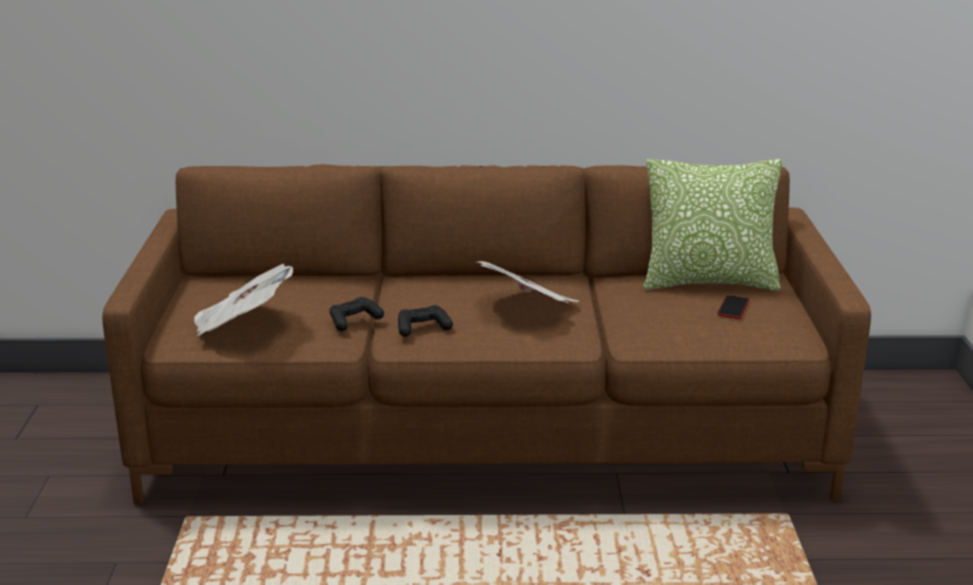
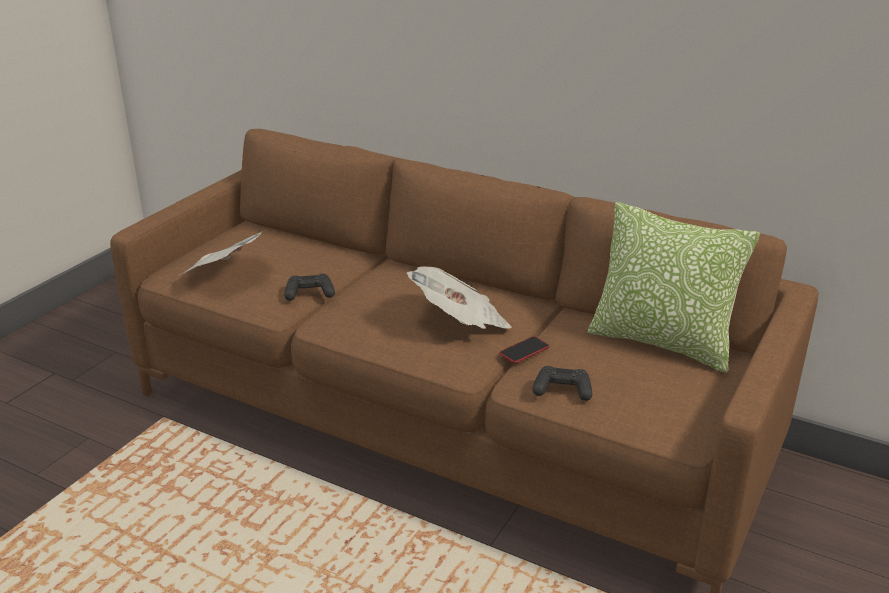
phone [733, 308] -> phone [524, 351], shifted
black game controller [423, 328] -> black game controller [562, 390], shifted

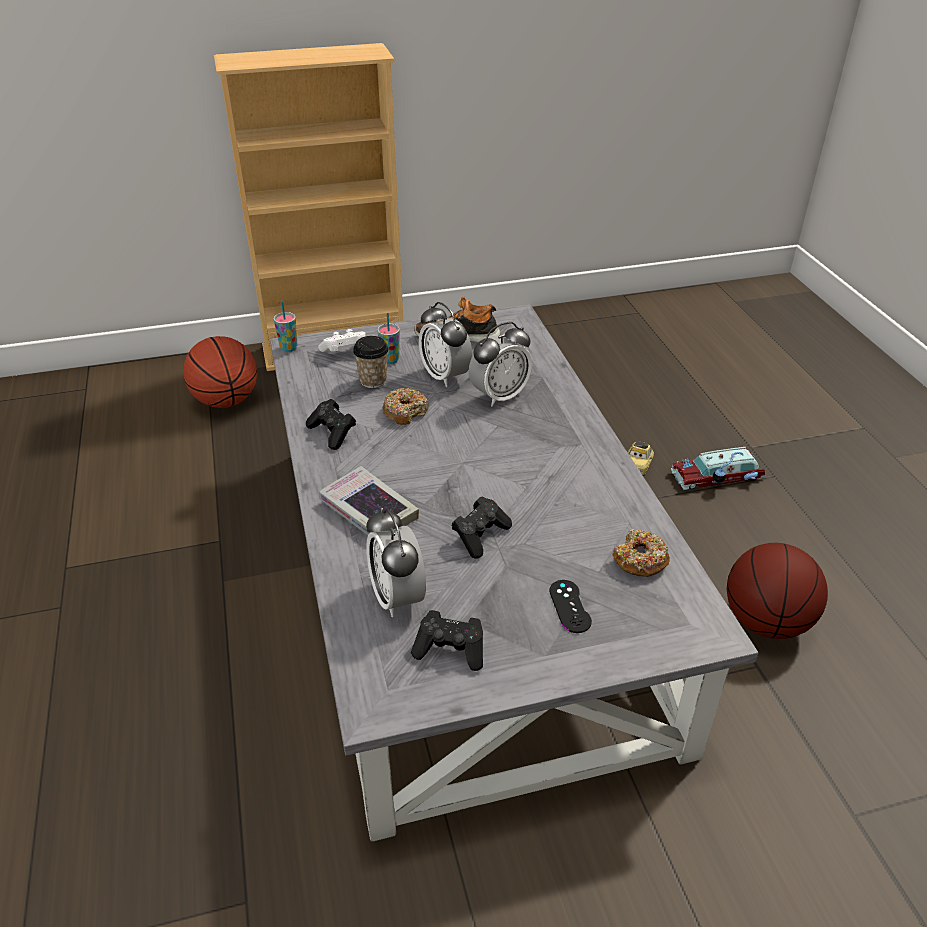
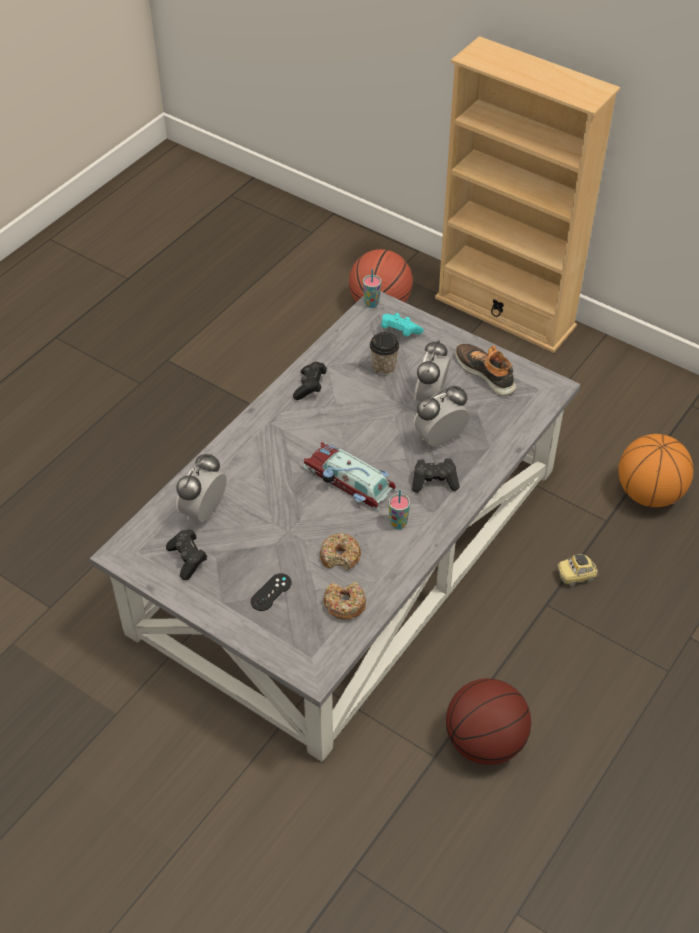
toy car [718, 477] -> toy car [348, 482], shifted
donut [405, 412] -> donut [340, 556], shifted
white game controller [345, 352] -> turquoise game controller [399, 332]
cup [390, 360] -> cup [398, 523], shifted
black game controller [480, 536] -> black game controller [434, 482], shifted
alarm clock [499, 396] -> alarm clock [440, 439], 135 degrees clockwise
none -> basketball [649, 493]
book [368, 510] -> none

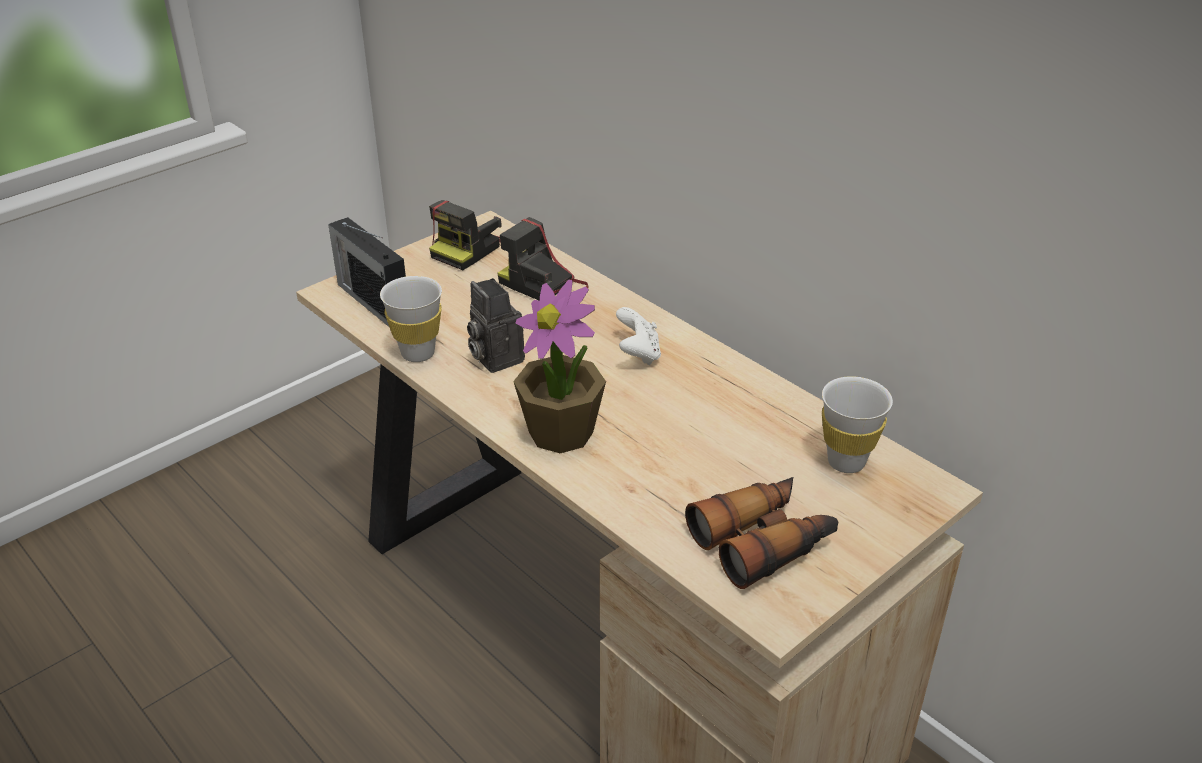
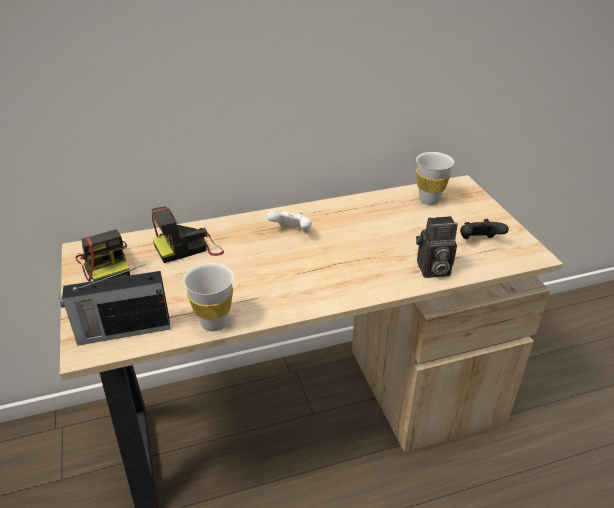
photo camera [494, 357] -> photo camera [432, 270], shifted
binoculars [763, 541] -> black game controller [478, 241]
potted plant [561, 432] -> none

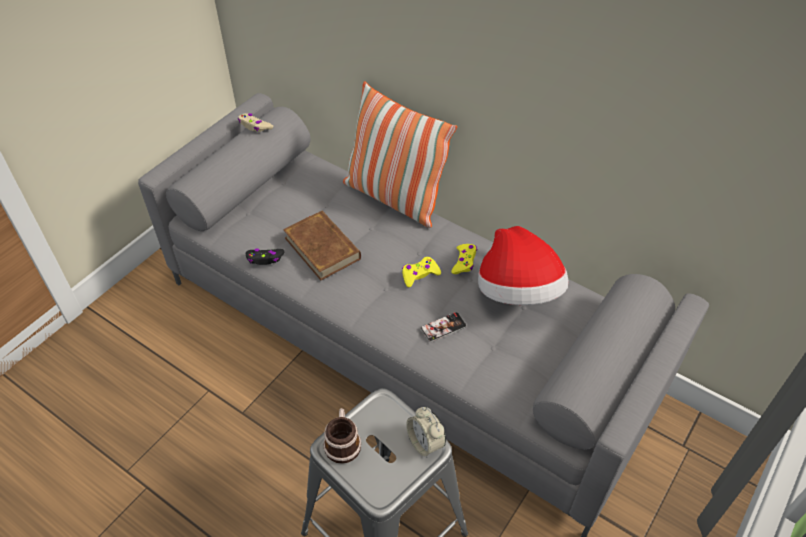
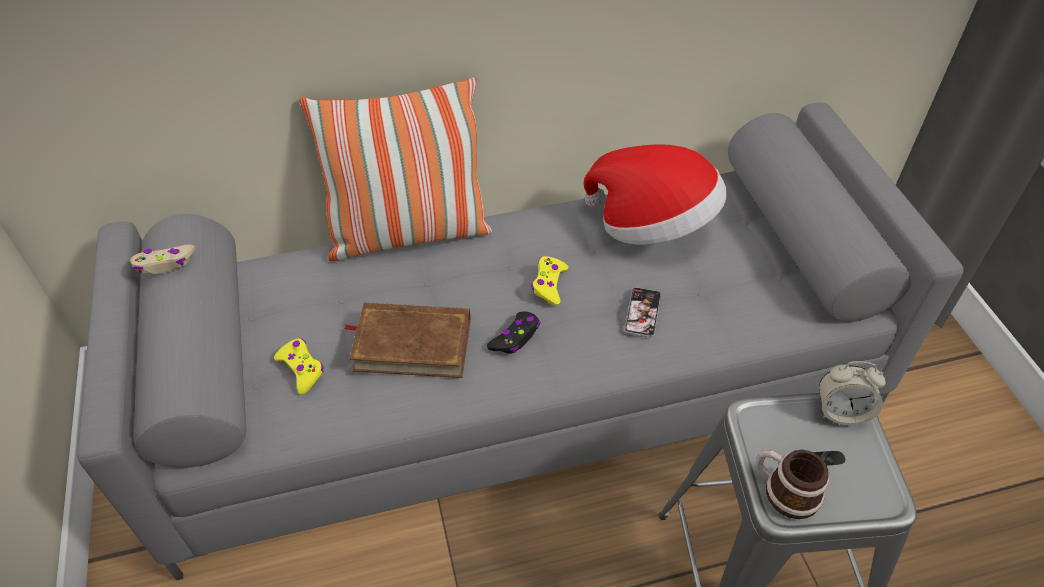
yellow game controller [464, 262] -> yellow game controller [301, 369], shifted
black game controller [265, 259] -> black game controller [515, 337], shifted

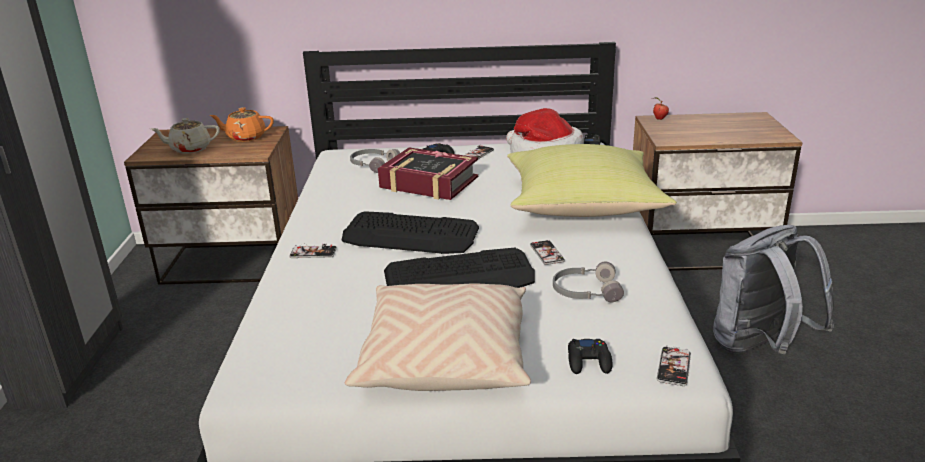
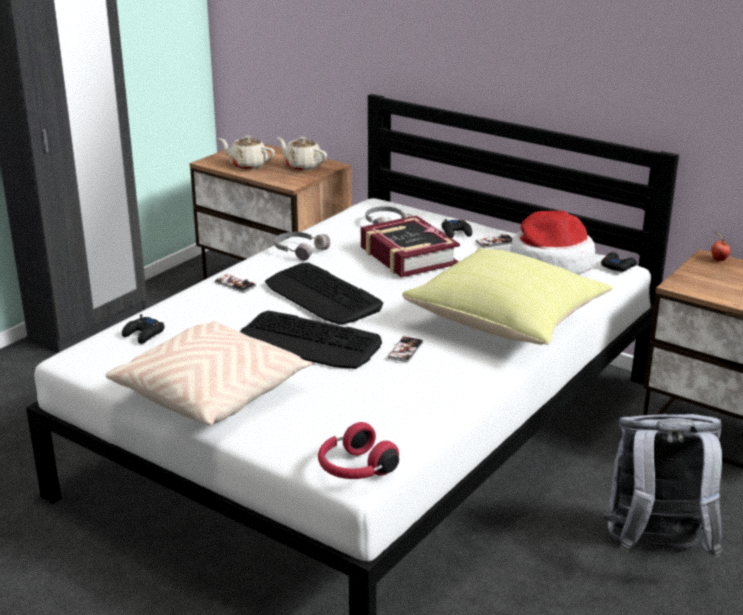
black game controller [589, 361] -> black game controller [143, 334], shifted
grey headphones [585, 291] -> grey headphones [299, 250], shifted
orange teapot [245, 137] -> beige teapot [302, 166]
phone [673, 367] -> red headphones [355, 469]

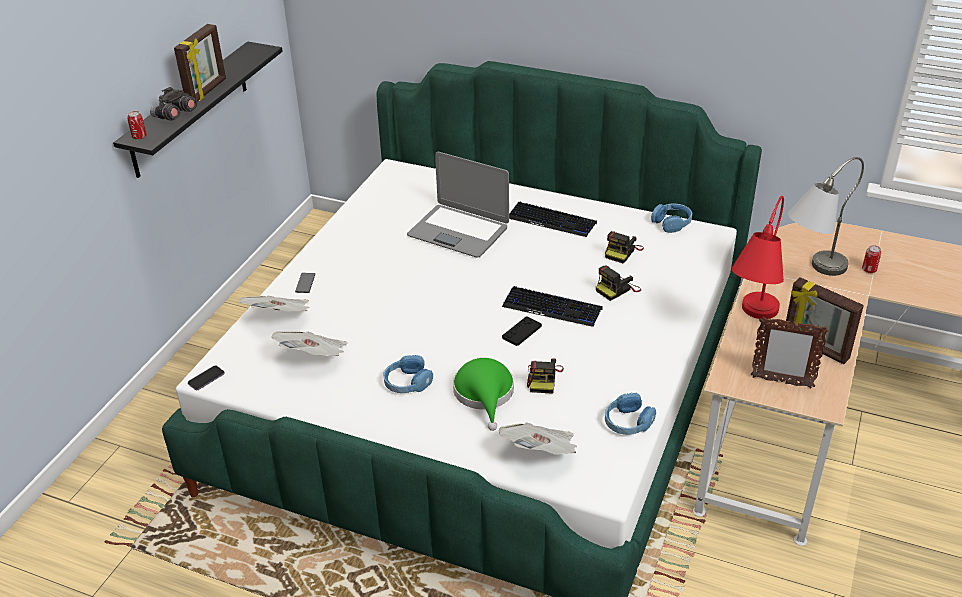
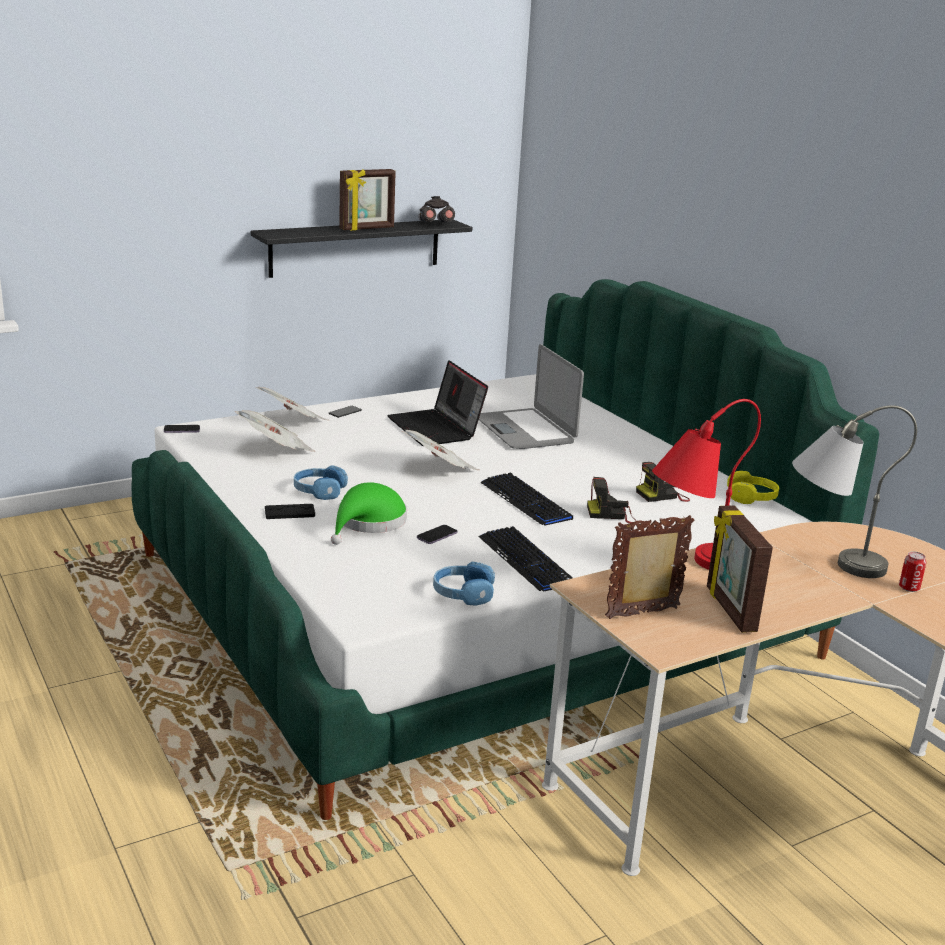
black game controller [522, 332] -> black game controller [289, 512], shifted
none -> laptop [437, 428]
newspaper [541, 453] -> newspaper [440, 470], shifted
photo camera [543, 378] -> phone [437, 536]
grey binoculars [175, 117] -> grey binoculars [435, 224], shifted
keyboard [552, 221] -> keyboard [526, 561], shifted
picture frame [781, 382] -> picture frame [643, 613], 105 degrees clockwise
blue headphones [672, 223] -> yellow headphones [752, 497]
can [139, 137] -> none

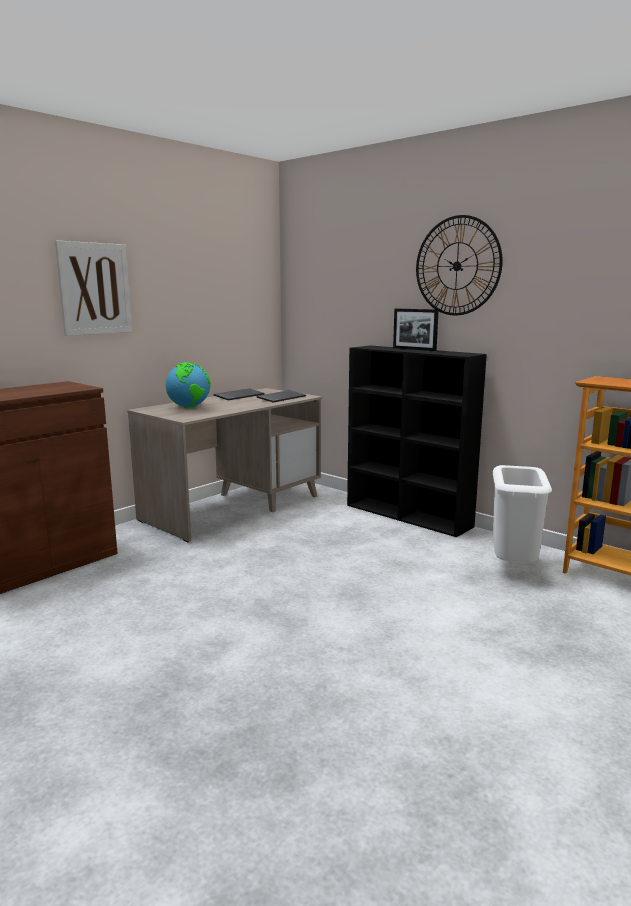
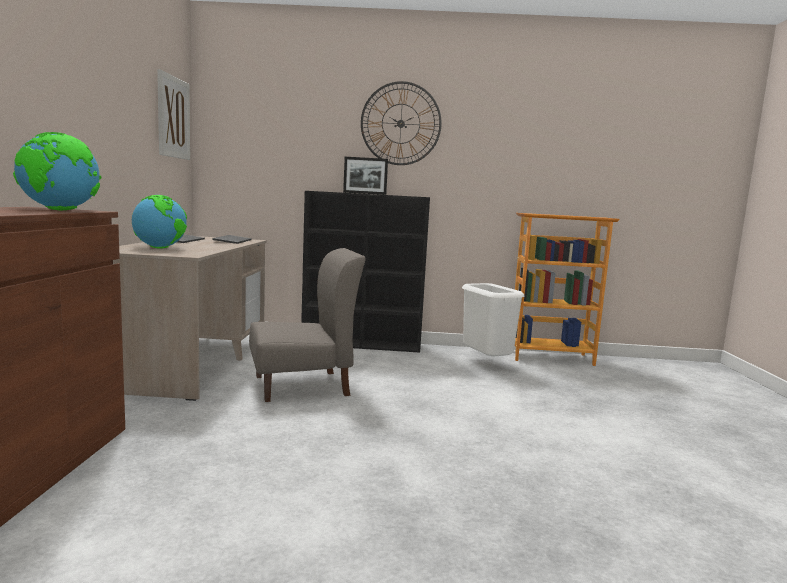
none -> globe [60, 210]
picture [94, 289] -> picture [173, 117], shifted
none -> grey chair [302, 386]

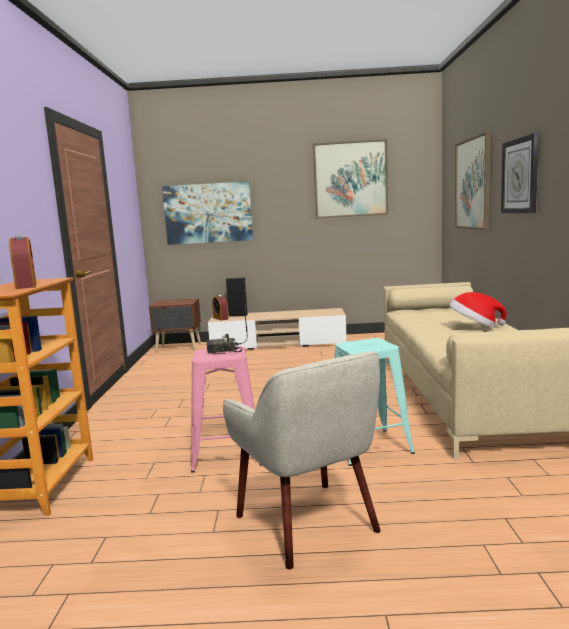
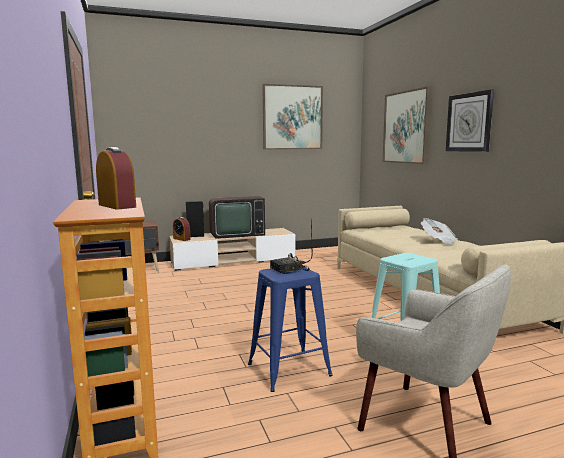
none -> television [236, 234]
pink stool [227, 455] -> blue stool [289, 370]
hat [475, 326] -> newspaper [438, 241]
picture [208, 213] -> none

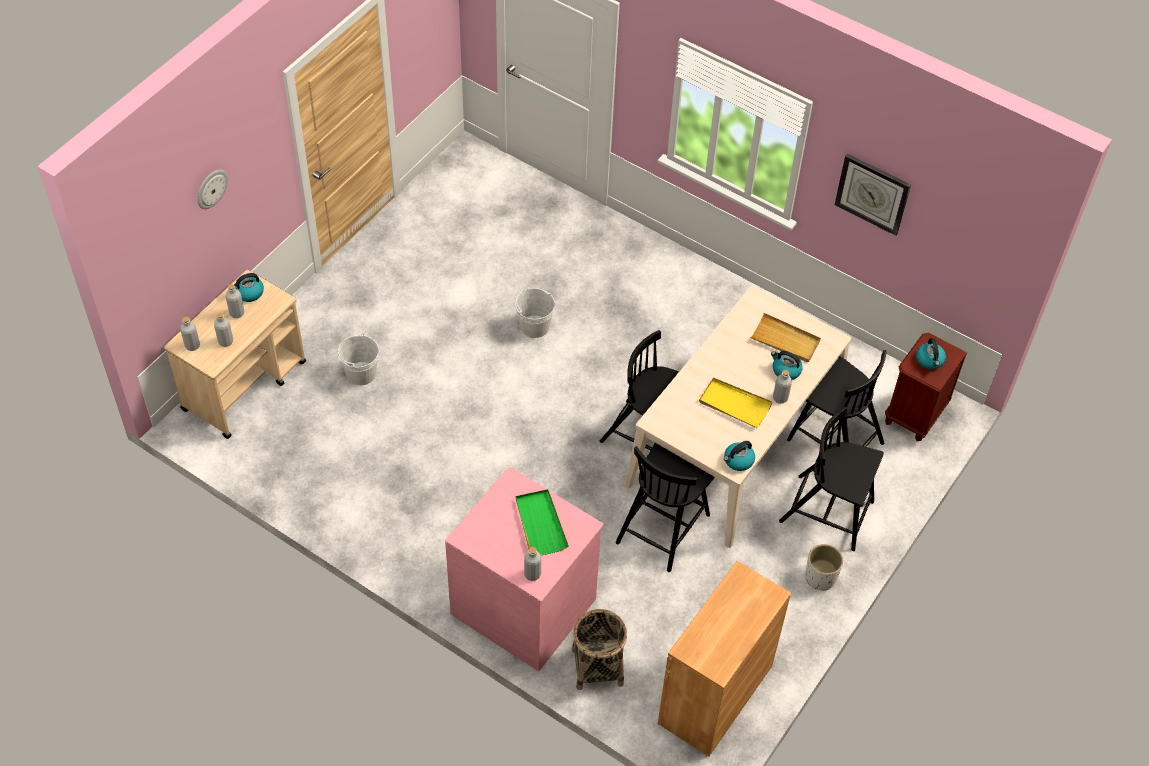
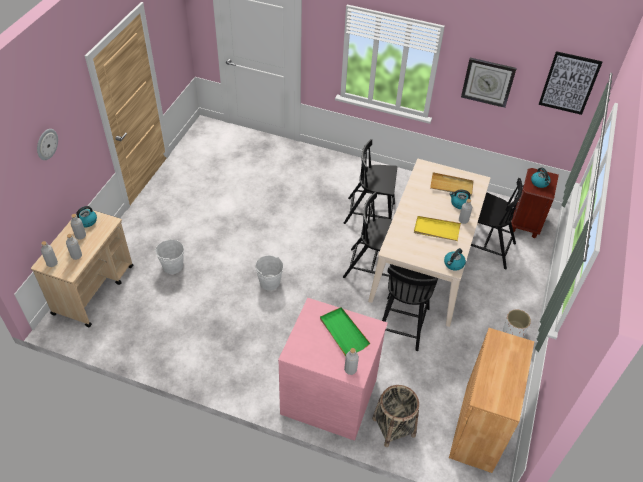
white bucket [534, 326] -> white bucket [269, 282], shifted
black chair [828, 513] -> black chair [370, 213], shifted
none -> picture [569, 83]

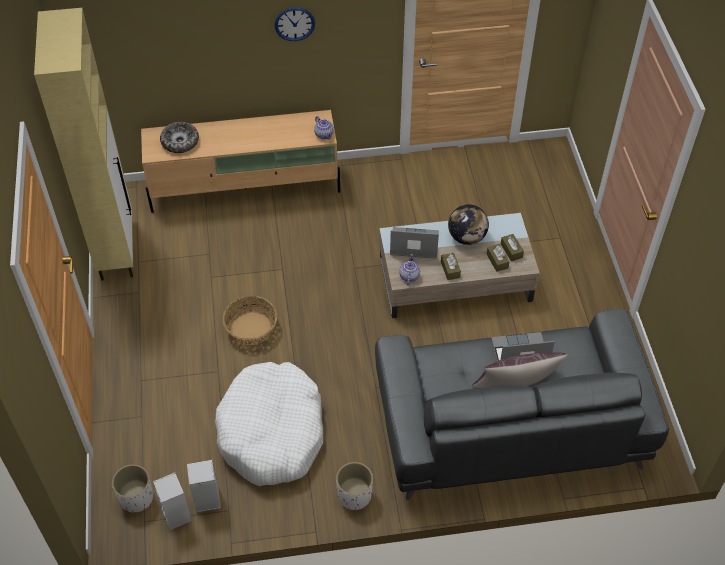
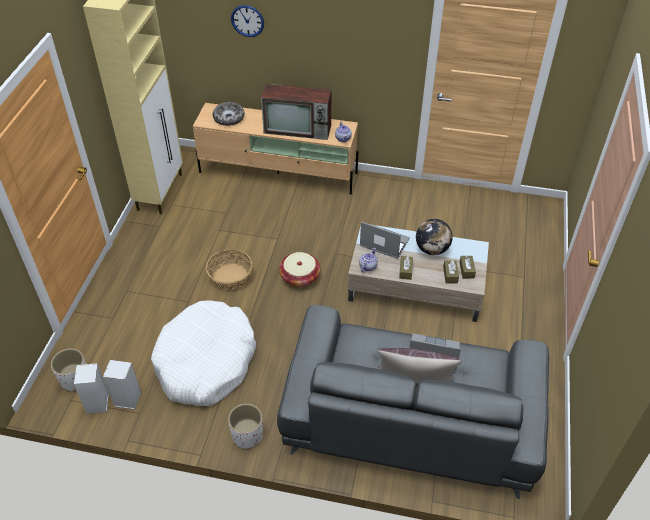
wall clock [294, 24] -> wall clock [247, 20], shifted
none -> television [299, 129]
none -> basket [300, 277]

